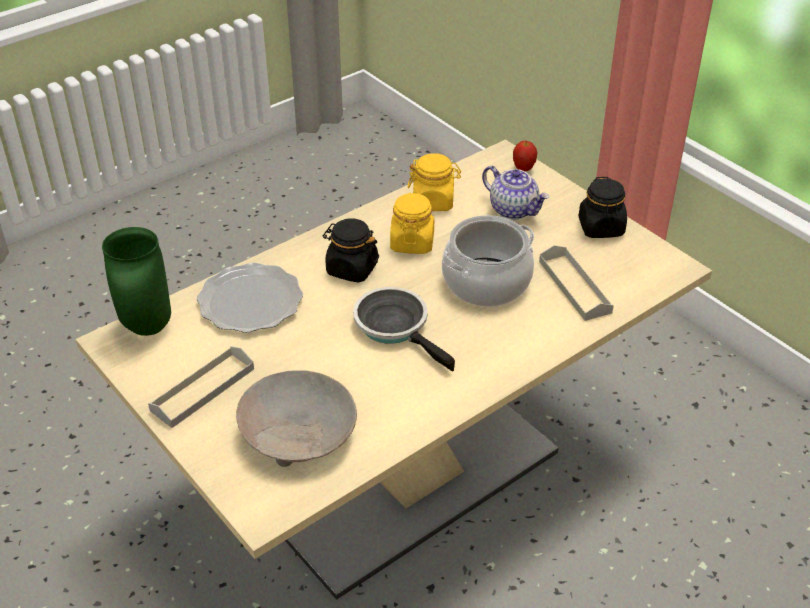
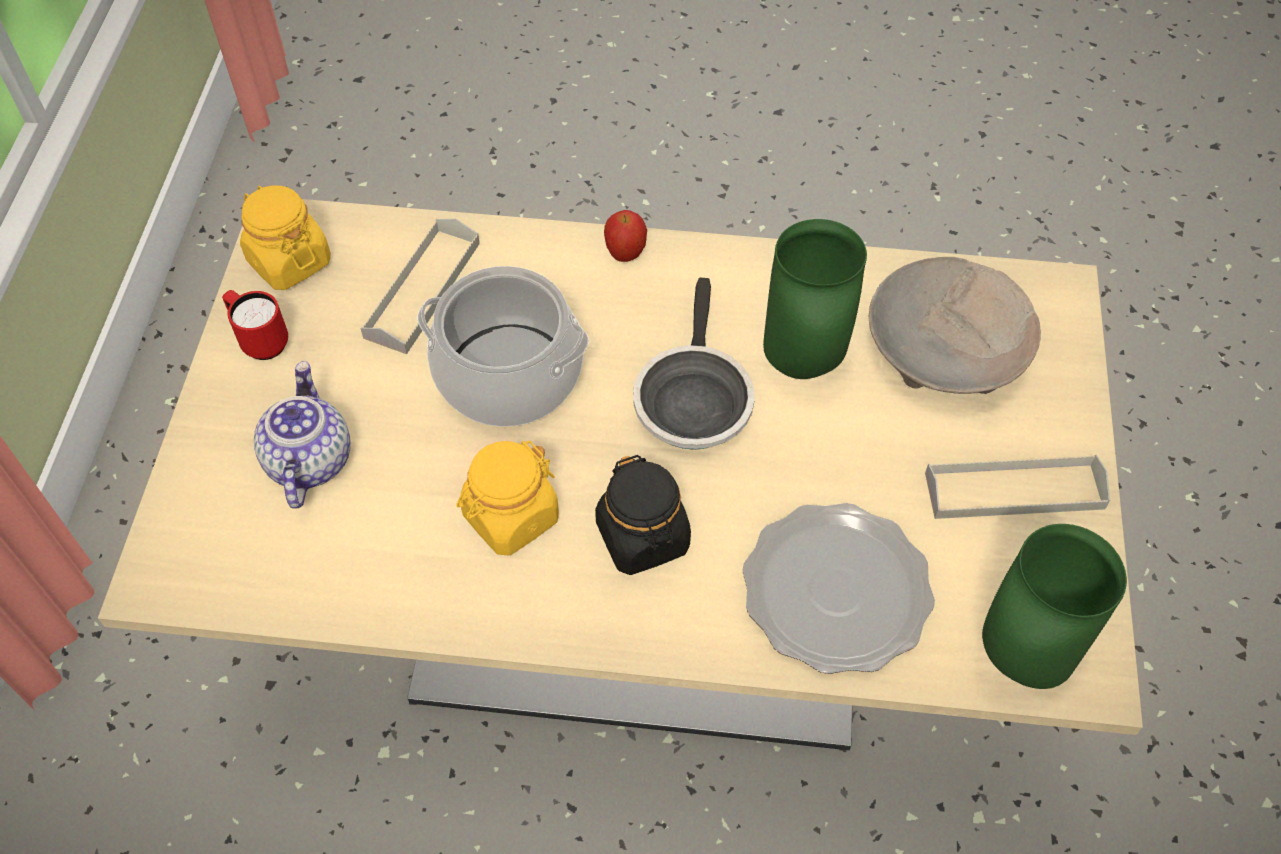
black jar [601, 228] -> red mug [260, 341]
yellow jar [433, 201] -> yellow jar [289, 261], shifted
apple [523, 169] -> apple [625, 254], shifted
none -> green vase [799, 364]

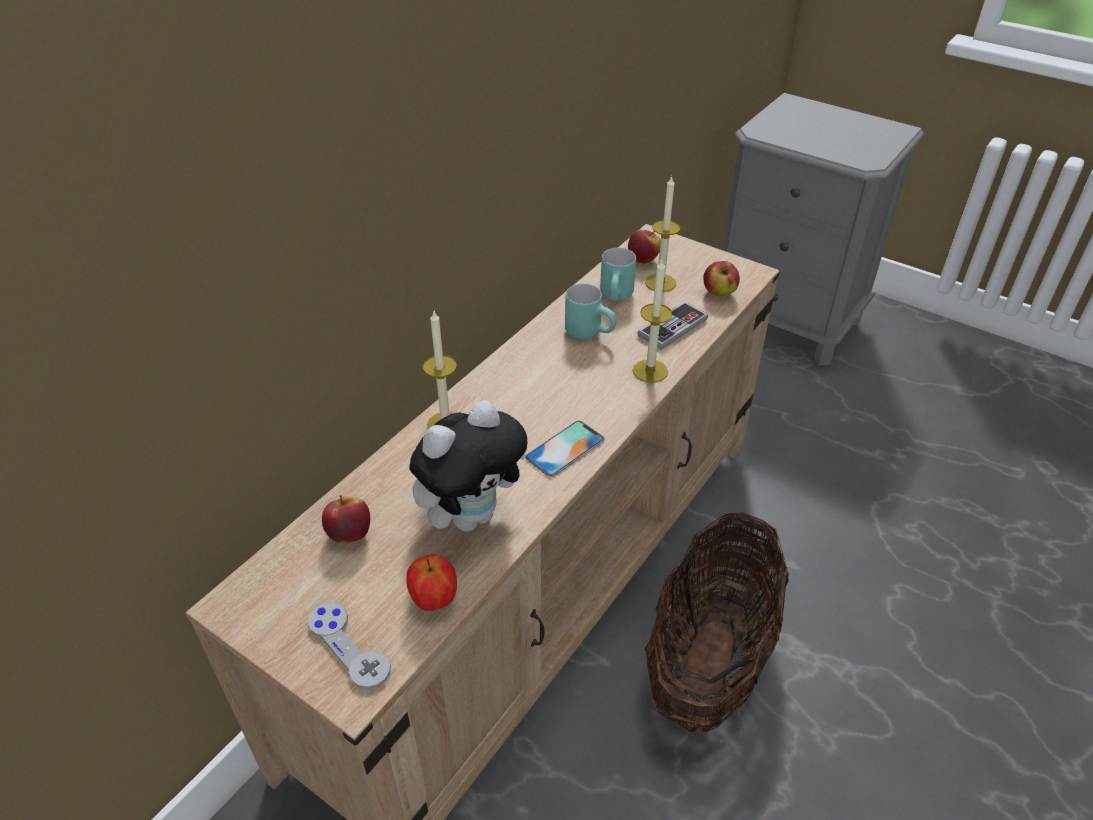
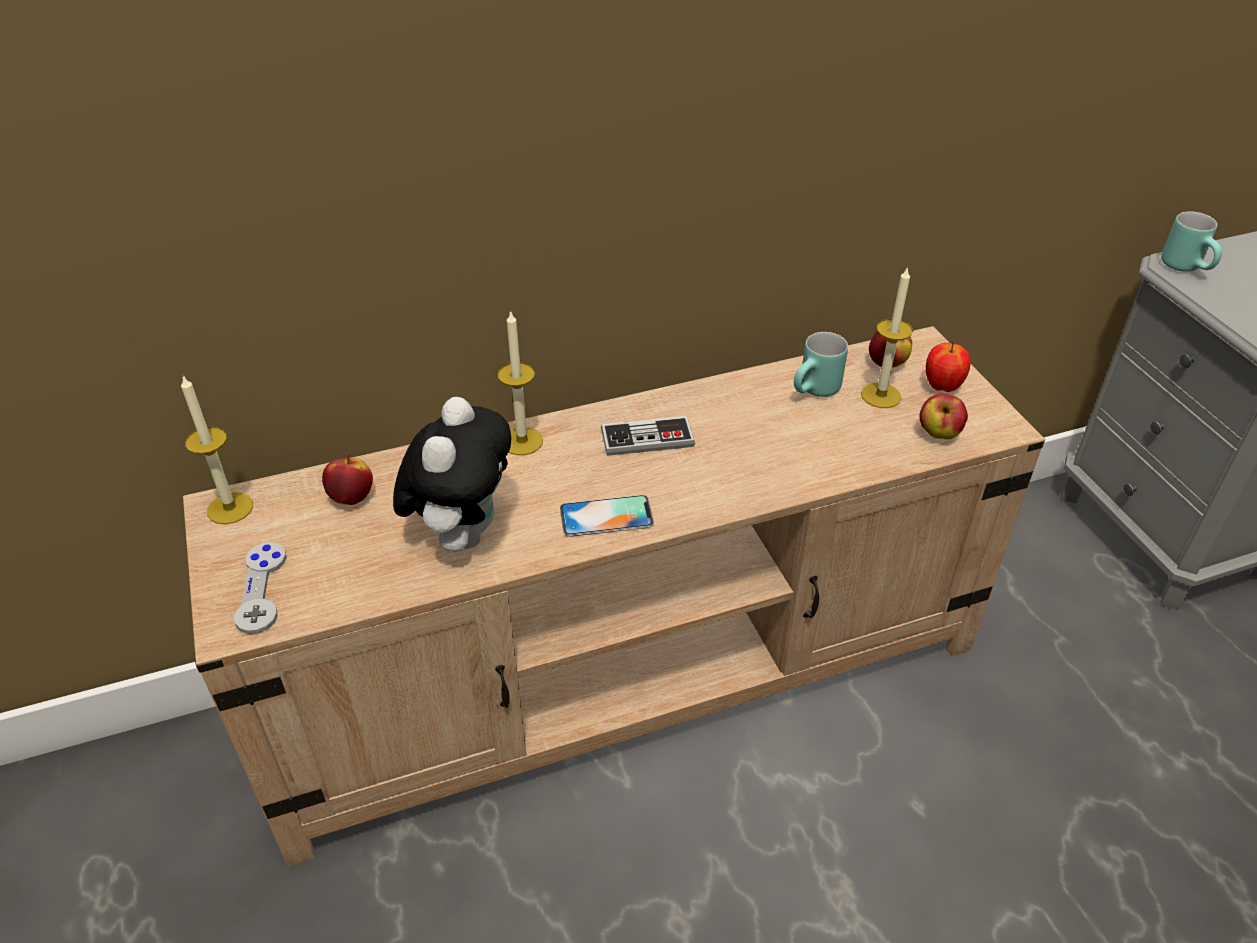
candle [650, 371] -> candle [230, 508], shifted
plush toy [471, 515] -> plush toy [462, 533], 75 degrees counterclockwise
game controller [672, 327] -> game controller [647, 438], shifted
apple [434, 600] -> apple [942, 386], shifted
turquoise mug [591, 332] -> turquoise mug [1188, 268], shifted
basket [708, 659] -> none

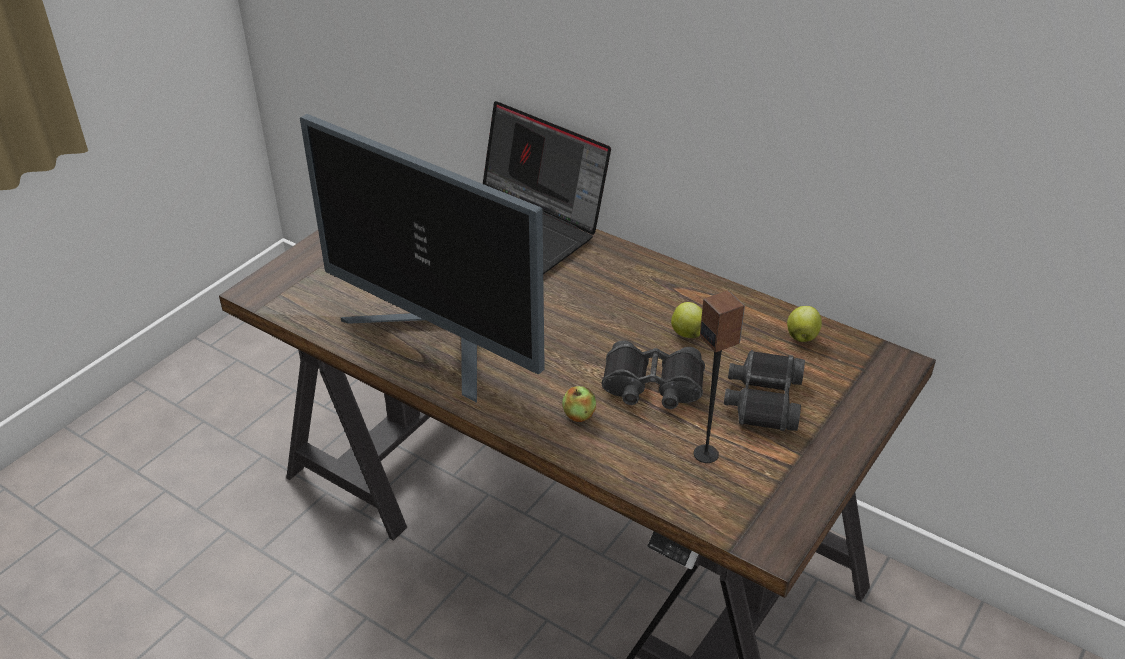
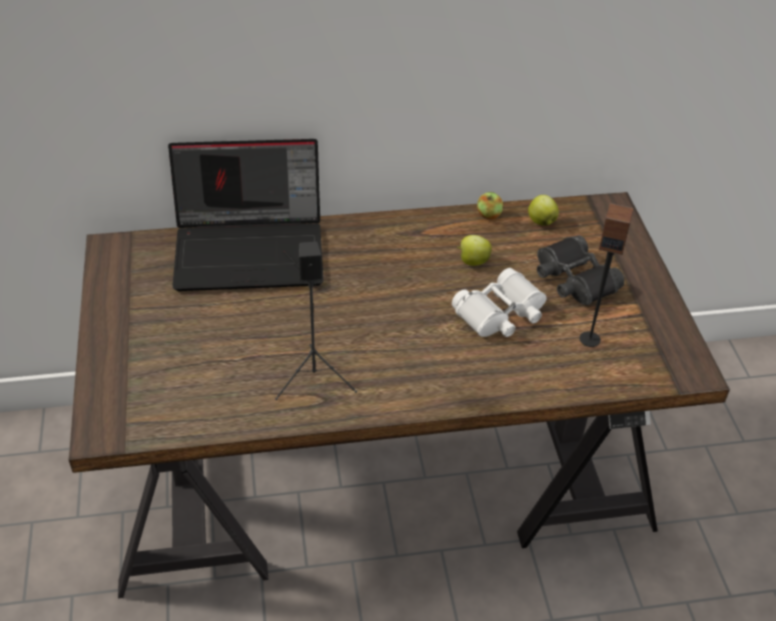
monitor [438, 343] -> black speaker [315, 378]
black binoculars [652, 386] -> white binoculars [501, 314]
apple [579, 415] -> apple [489, 215], shifted

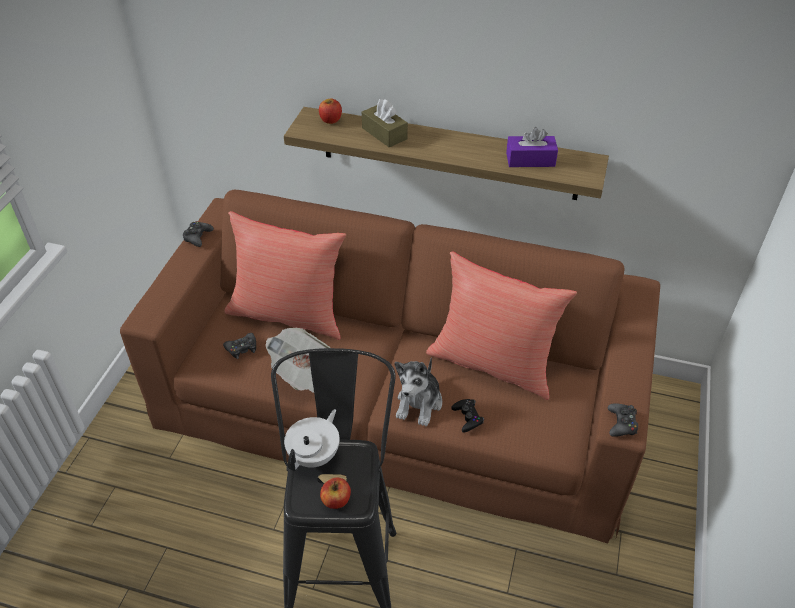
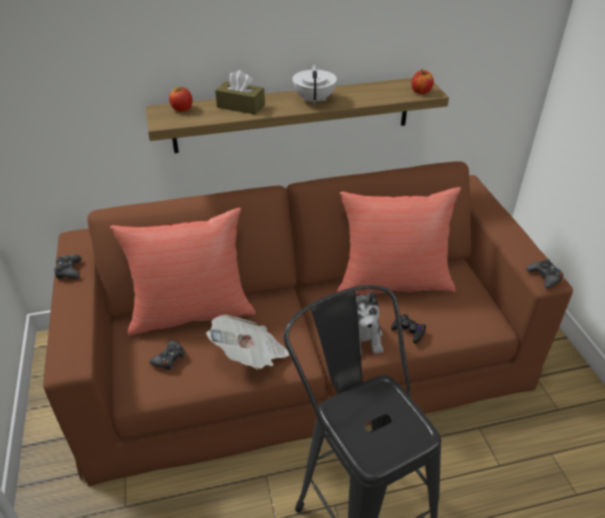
white teapot [315, 455] -> white teapot [314, 100], shifted
apple [336, 500] -> apple [421, 91], shifted
purple tissue box [530, 160] -> none

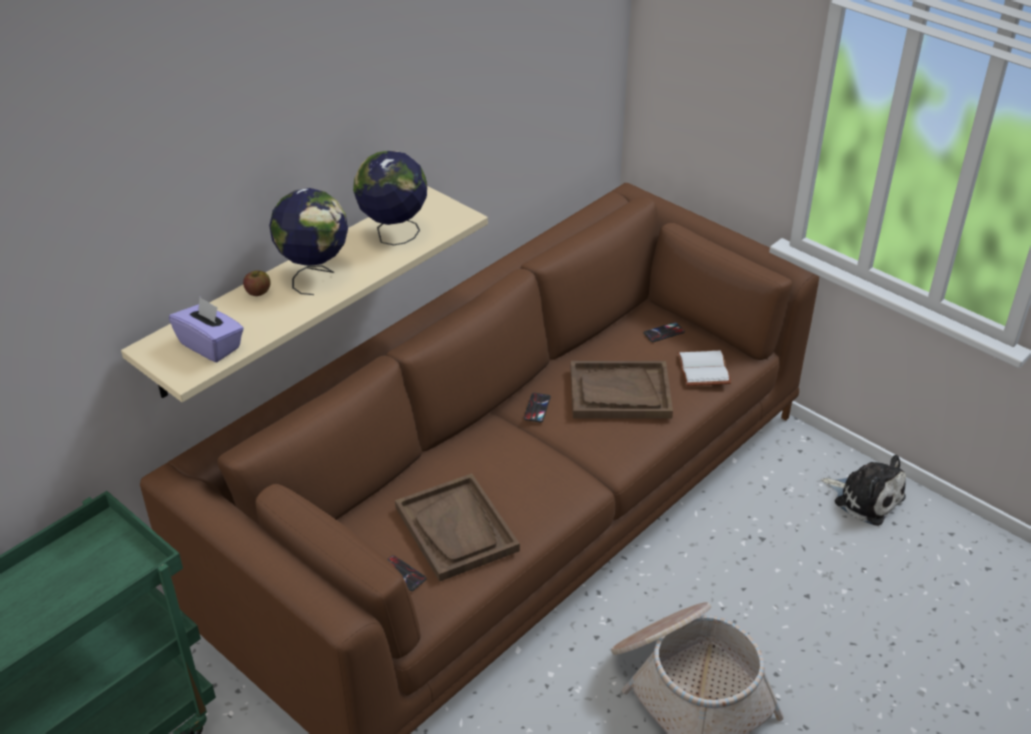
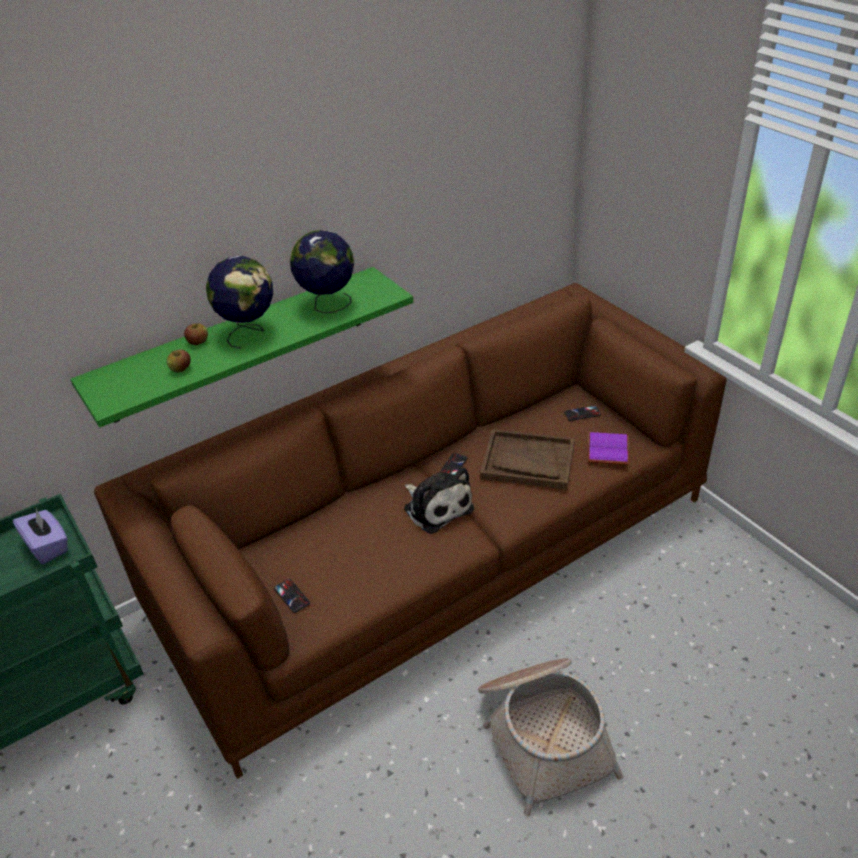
purple tissue box [211, 345] -> purple tissue box [48, 546], shifted
beige shelf [291, 290] -> green shelf [239, 344]
none -> apple [181, 369]
plush toy [865, 498] -> plush toy [436, 507], shifted
white book [705, 370] -> purple book [609, 450]
brown tray [457, 529] -> none

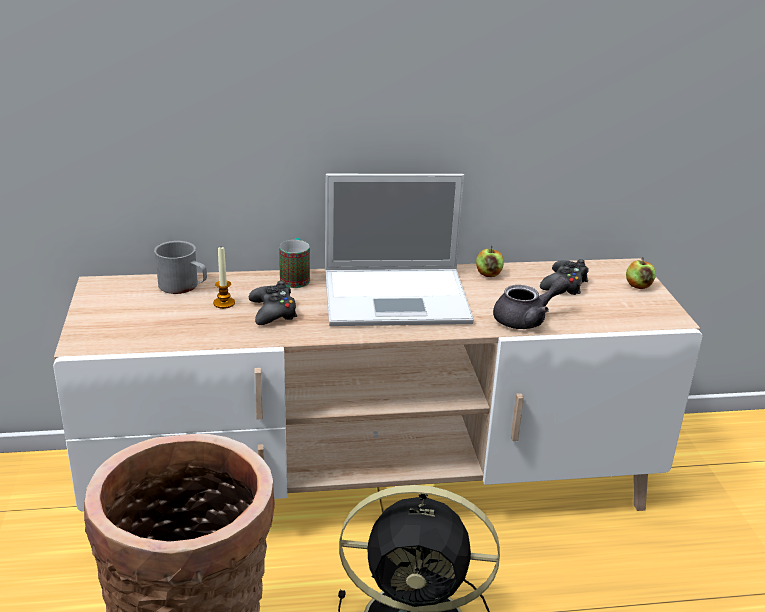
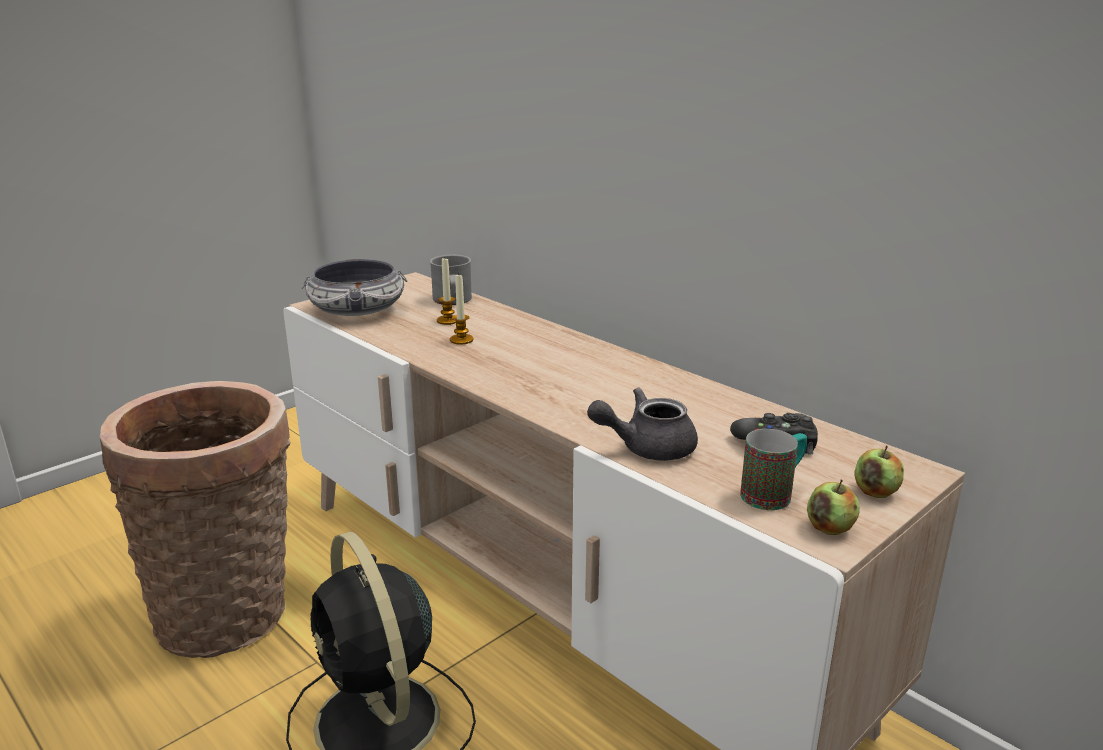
none -> bowl [357, 310]
black game controller [273, 312] -> candle [461, 340]
grey teapot [527, 319] -> grey teapot [646, 448], 135 degrees clockwise
mug [295, 278] -> mug [773, 493], shifted
apple [488, 274] -> apple [830, 528], shifted
laptop [399, 297] -> none

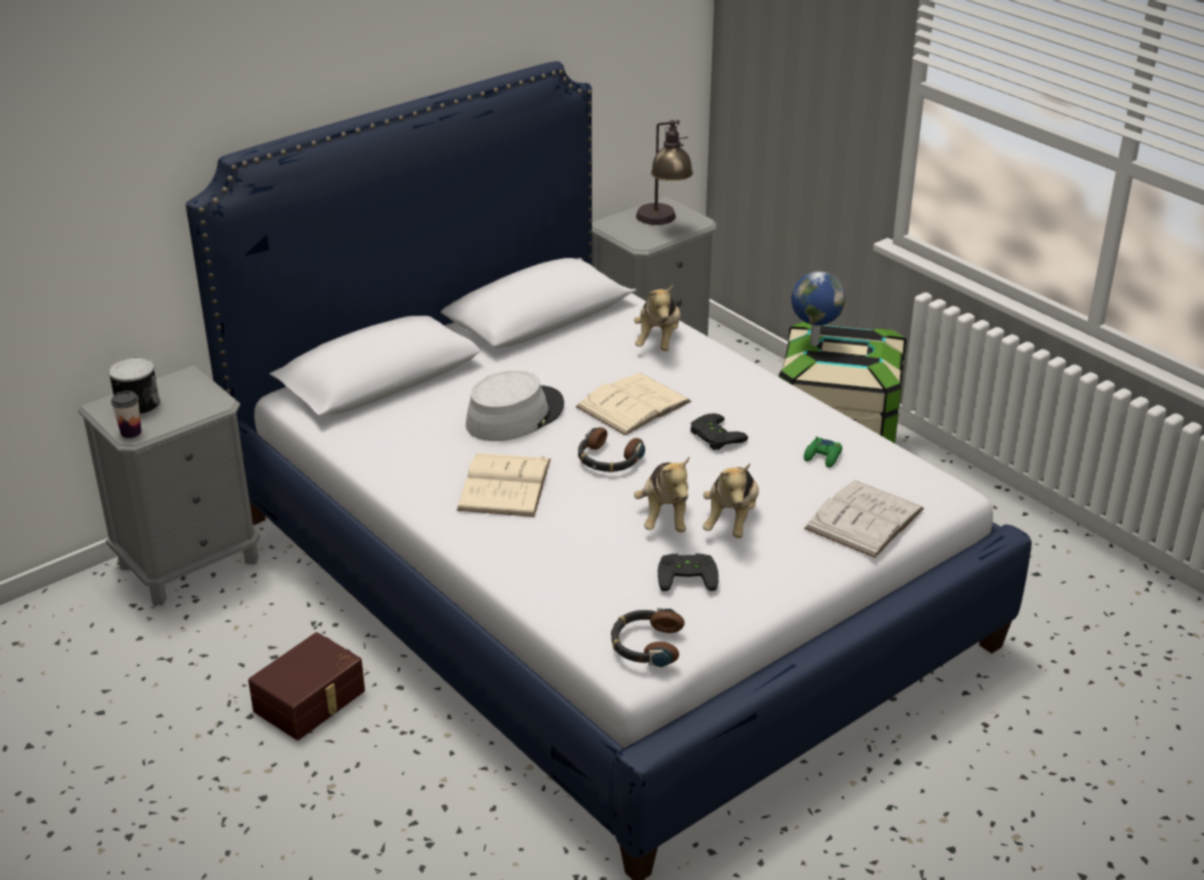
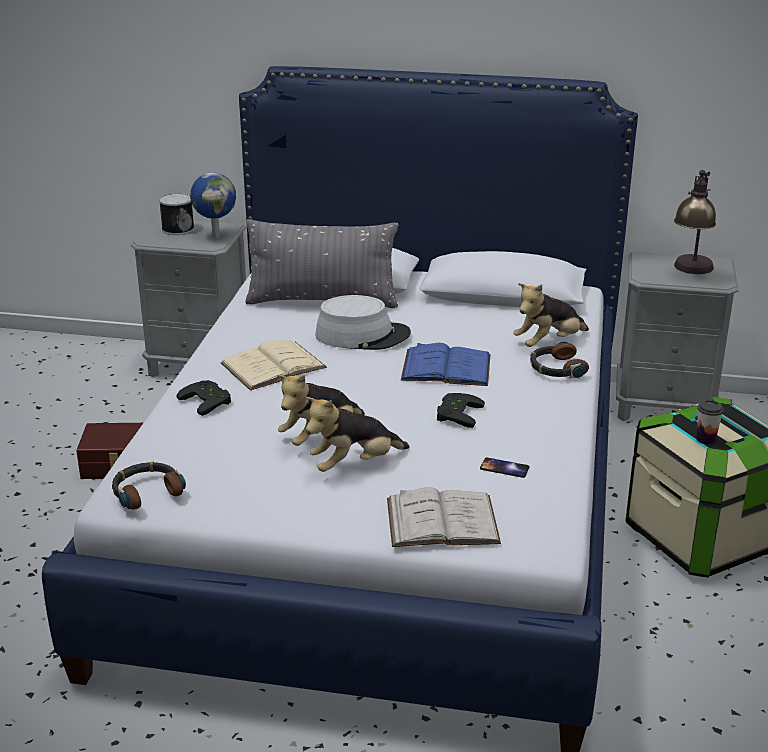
black game controller [687, 574] -> black game controller [208, 400], shifted
globe [813, 343] -> globe [216, 236], shifted
none -> grey pillow [322, 301]
beige book [633, 404] -> blue book [446, 367]
green game controller [823, 456] -> phone [504, 468]
headphones [608, 459] -> headphones [556, 368], shifted
cup [131, 432] -> cup [705, 439], shifted

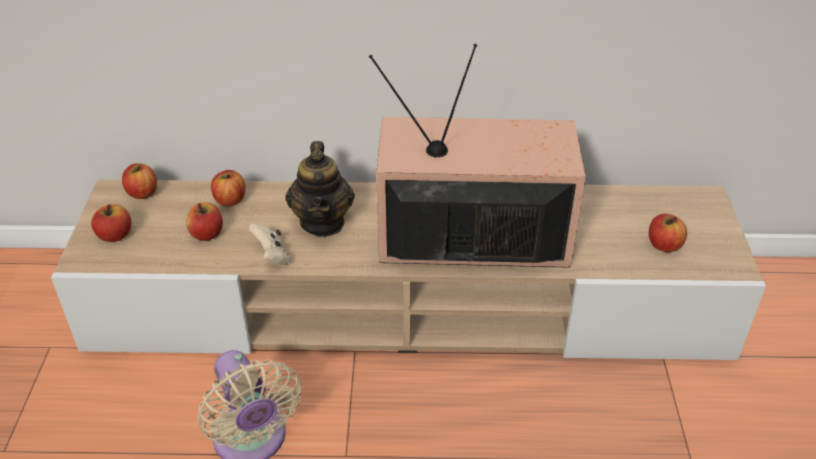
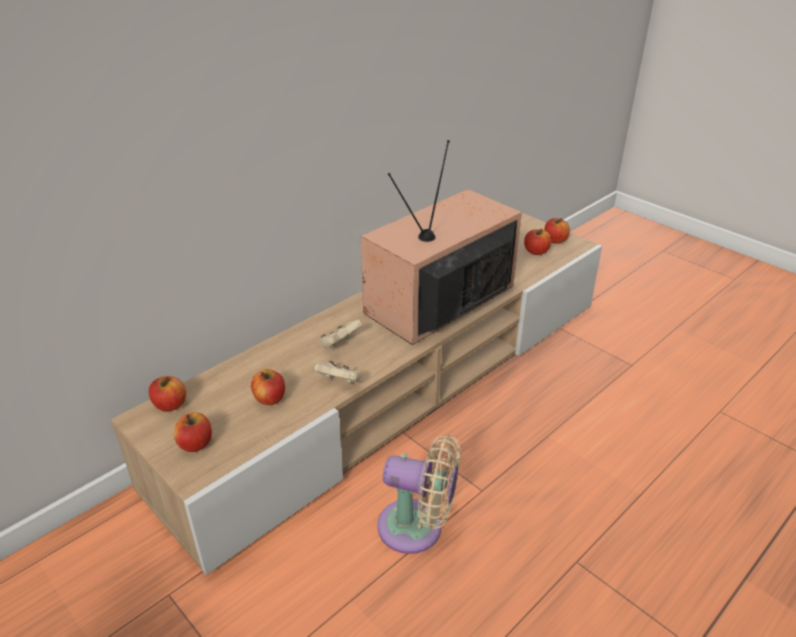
teapot [323, 222] -> beige game controller [340, 344]
apple [230, 200] -> apple [555, 240], shifted

